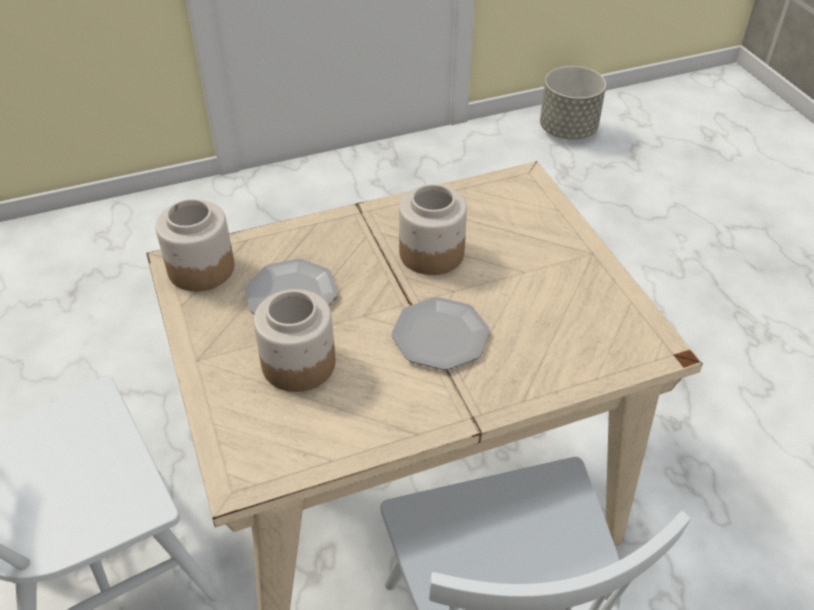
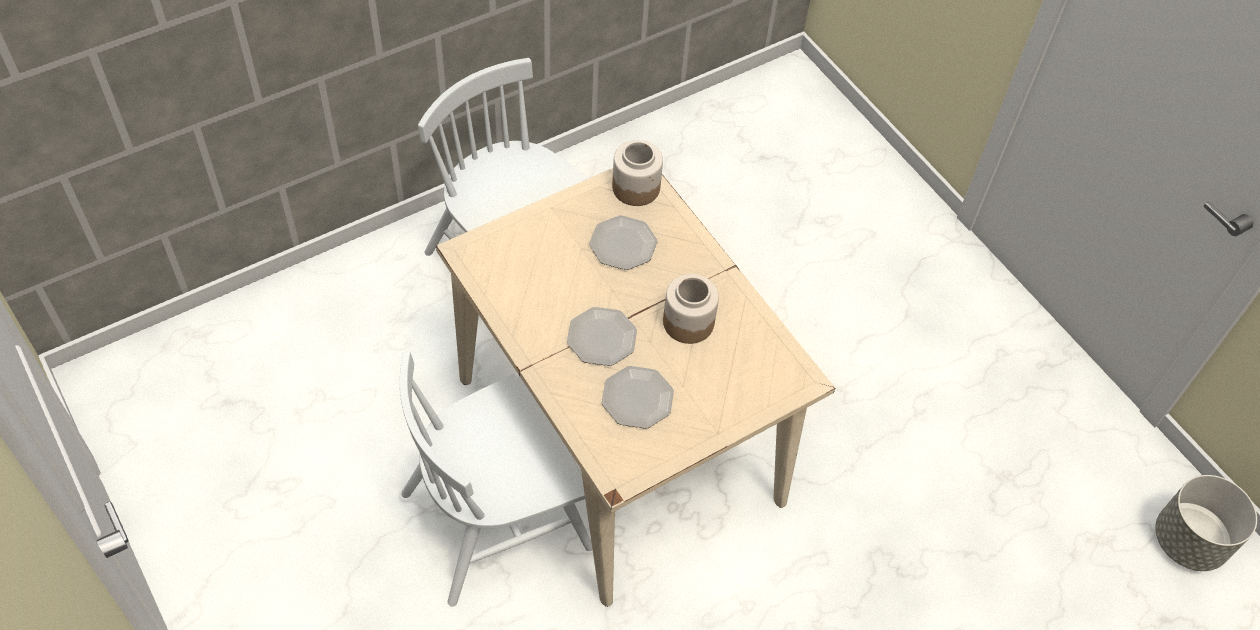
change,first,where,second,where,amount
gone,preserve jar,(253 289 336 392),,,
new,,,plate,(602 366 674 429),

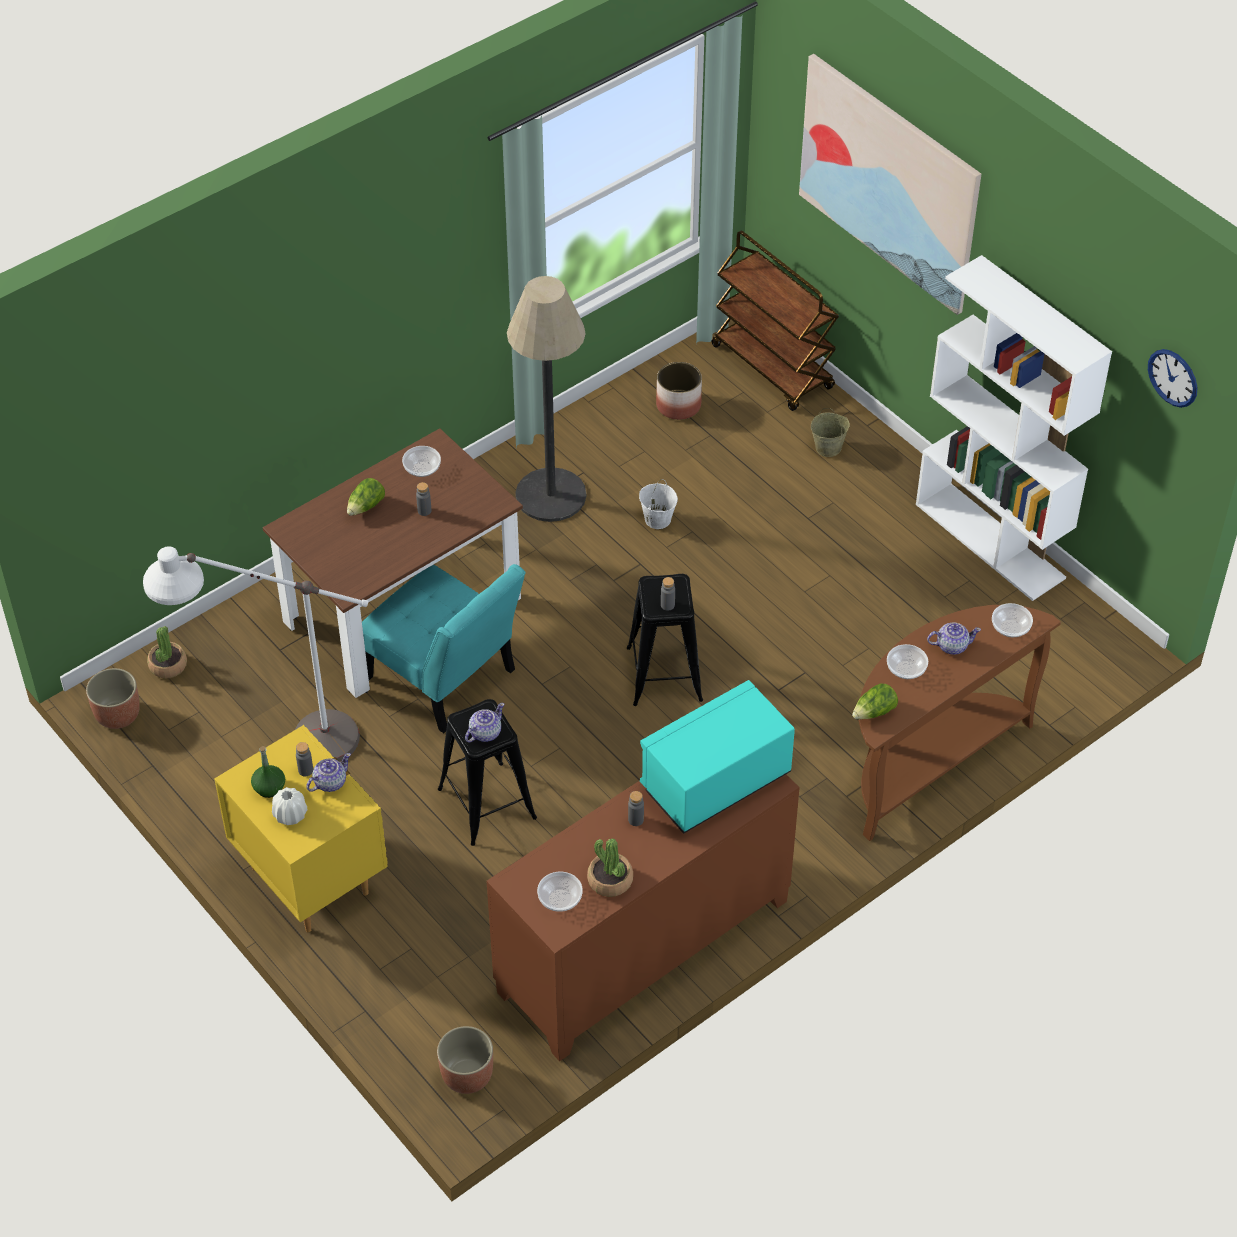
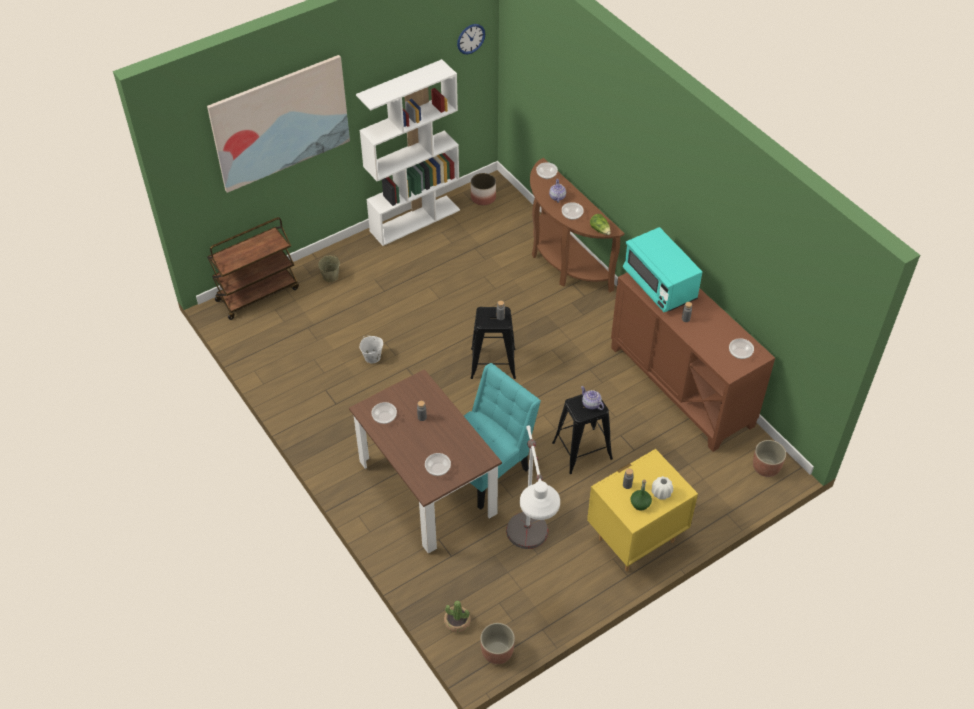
change,first,where,second,where,amount
gone,standard lamp,(507 276 586 522),,,
shifted,planter,(656 362 702 420),,(471 173 496 206),
gone,head of lettuce,(347 478 385 516),,,
gone,tea pot,(306 753 351 792),,,
gone,plant in a pot,(587 838 633 897),,,
new,,,serving bowl,(425 453 451 476),

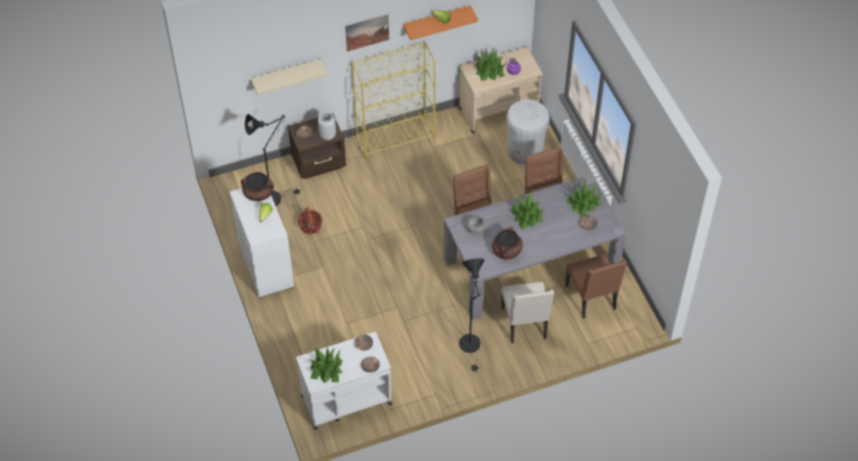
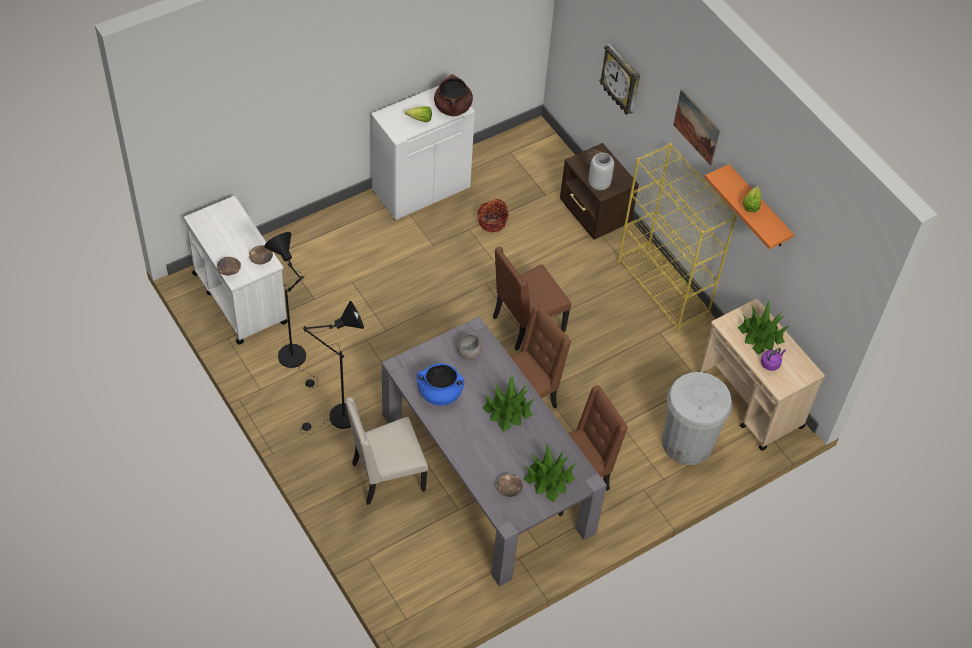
change,first,where,second,where,amount
swapped,bracket shelf in beige,(251 59 327 95),wall clock,(599 43 640 115),
shifted,standard lamp in black-coloured,(245 114 300 206),,(264 232 318 387),
repainted,cooking pot in brownish,(492 227 523 260),cooking pot in blue-coloured,(417 363 464 406),
shifted,upright chair in brownish,(565 254 627 319),,(493 247 571 351),
gone,plant in a pot,(309 347 343 383),,,

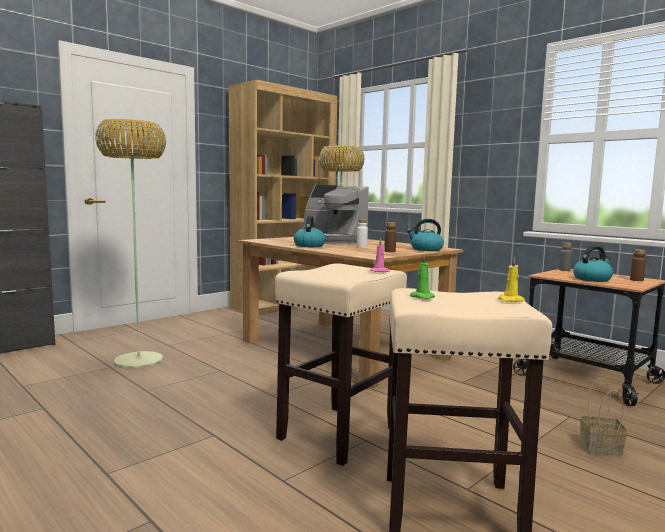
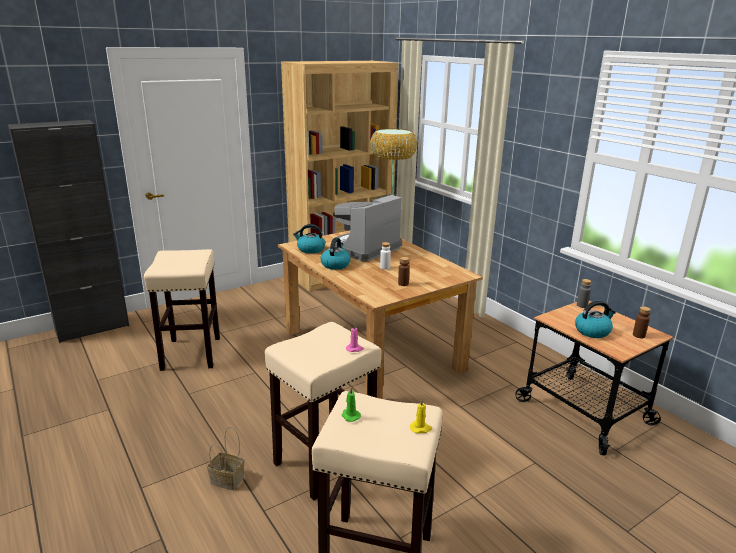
change,first,where,second,where,amount
swapped,standard lamp,(95 119 166 369),stool in beige,(144 249 220 371),
rotated,coffee maker,(303 185 369 244),,(333 194 402 261),90 degrees clockwise
shifted,tea kettle,(407 219 444 251),,(293 224 325 254),
shifted,basket,(580 378 627 456),,(207 426 244 490),

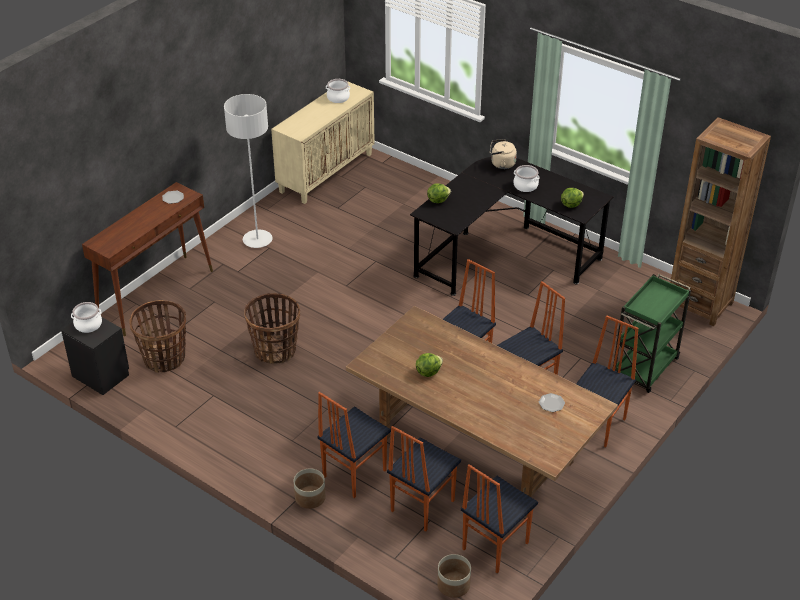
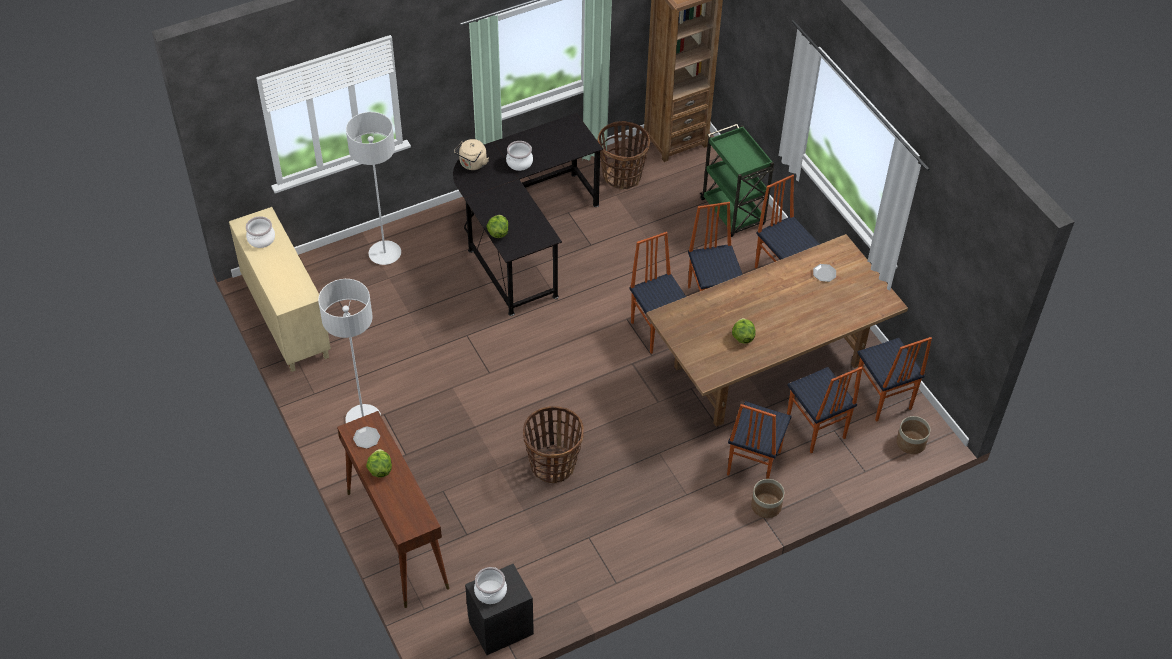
change,first,where,second,where,amount
shifted,head of lettuce,(561 188 584 208),,(366 449 392 478),
shifted,basket,(129 300 186 373),,(597 121 650 190),
rotated,upright chair,(317 392 391 498),,(727 401 791 479),45 degrees clockwise
new,,,standard lamp in gray,(346 112 401 265),

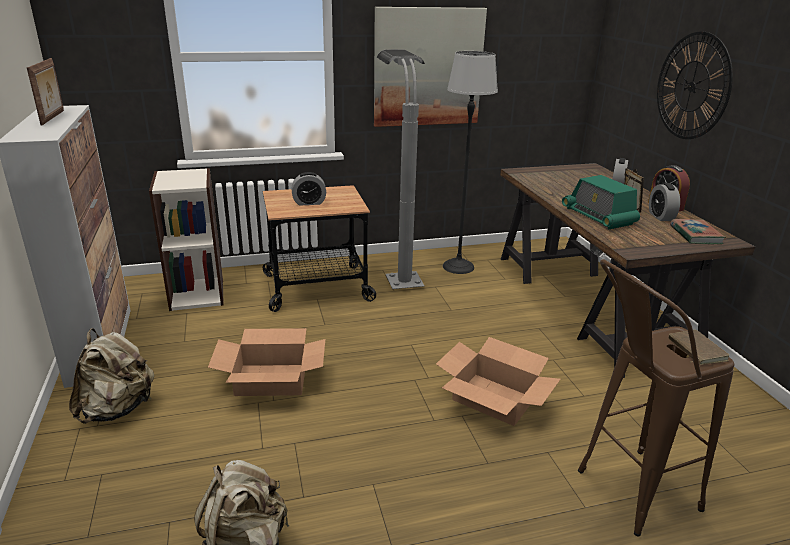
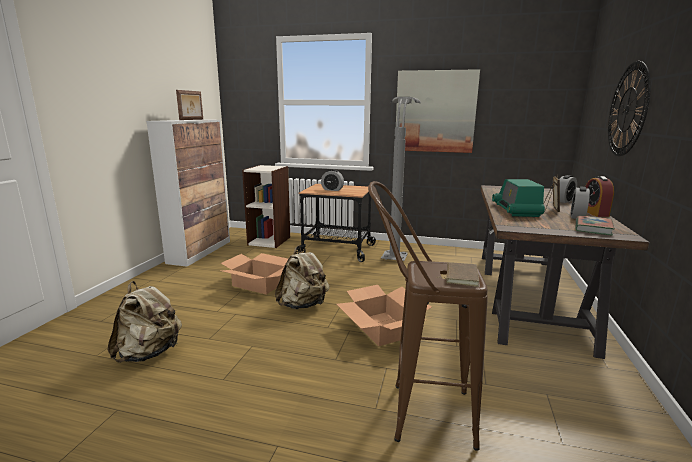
change,first,where,second,where,amount
gone,standard lamp,(443 51 498 274),,,
shifted,knapsack in beige,(69 328 154 424),,(275 246 330 309),

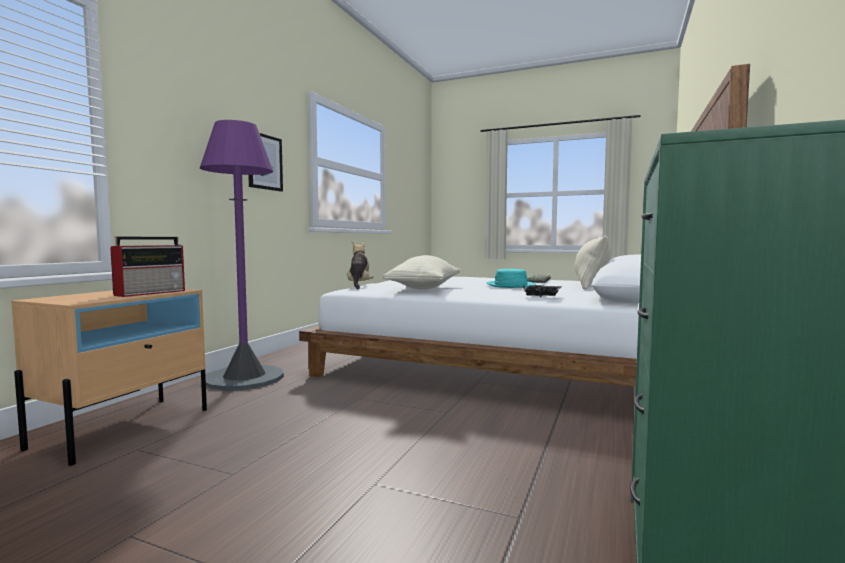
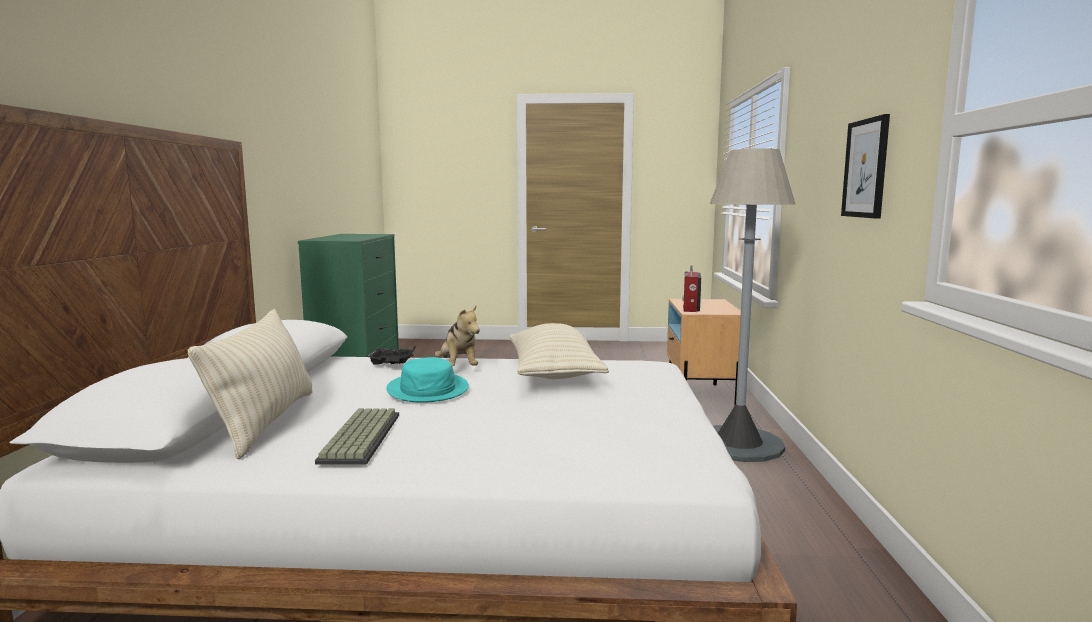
change,first,where,second,where,amount
repainted,standard lamp in purple,(200 120 284 391),standard lamp in gray,(710 149 795 462),
shifted,soft toy,(347 242 374 290),,(435 305 480 366),

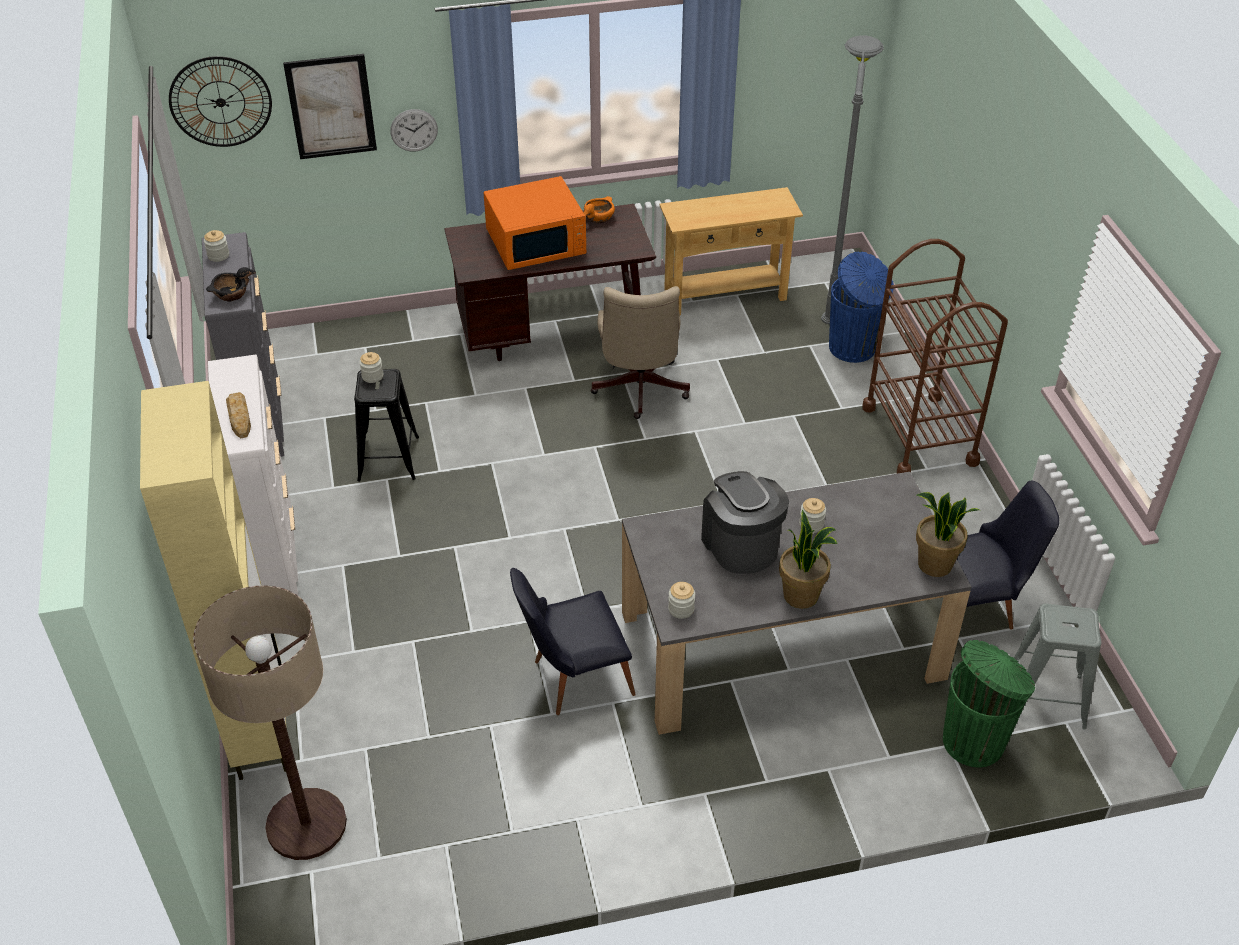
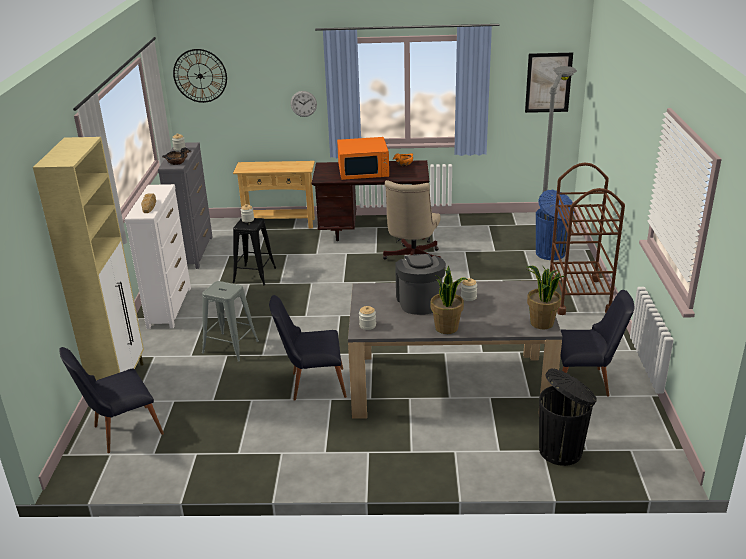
change,first,where,second,where,amount
shifted,picture,(283 54 377 159),,(525 53 573 113),
shifted,console table in beige,(659 187 803 315),,(233 161 315 229),
swapped,standard lamp,(193 585 347 860),upright chair in black-coloured,(59 347 164 453),
shifted,stool in gray,(1014 603 1101 730),,(202 281 259 362),
repainted,rubbish bin in green,(943 640 1035 767),rubbish bin in black-coloured,(539 368 597 466),

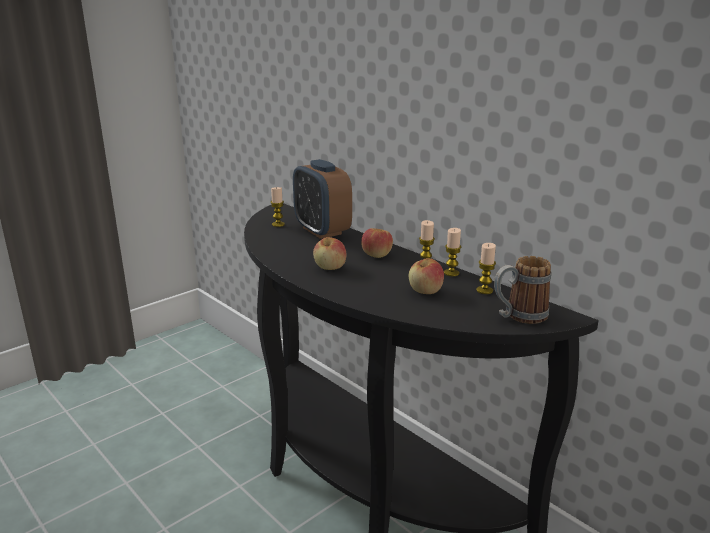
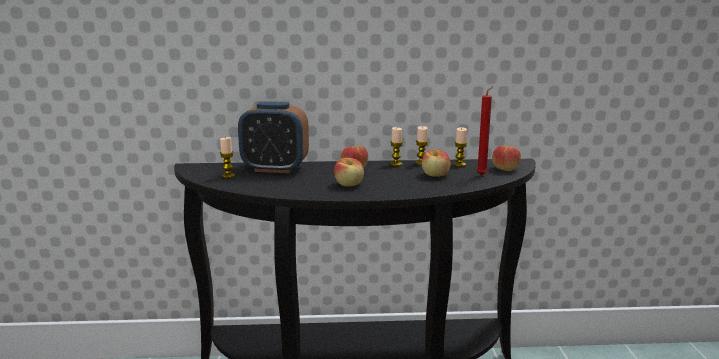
change,first,where,second,where,amount
swapped,tea mug,(494 256 551 324),apple,(492 146 521 171),
new,,,candle in red,(477 86 493 175),

